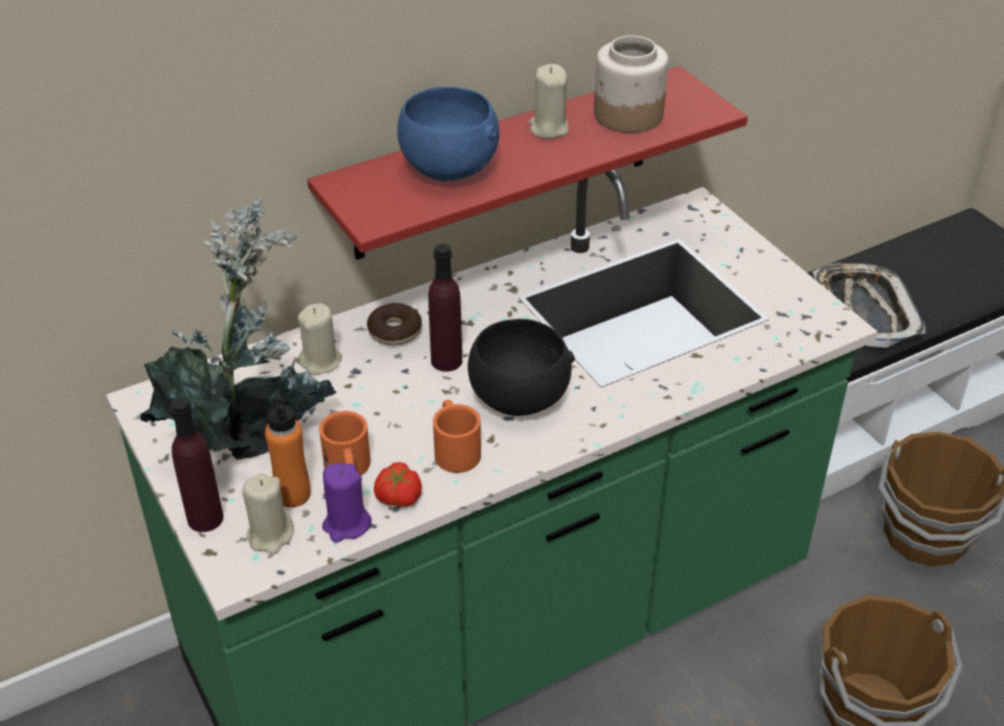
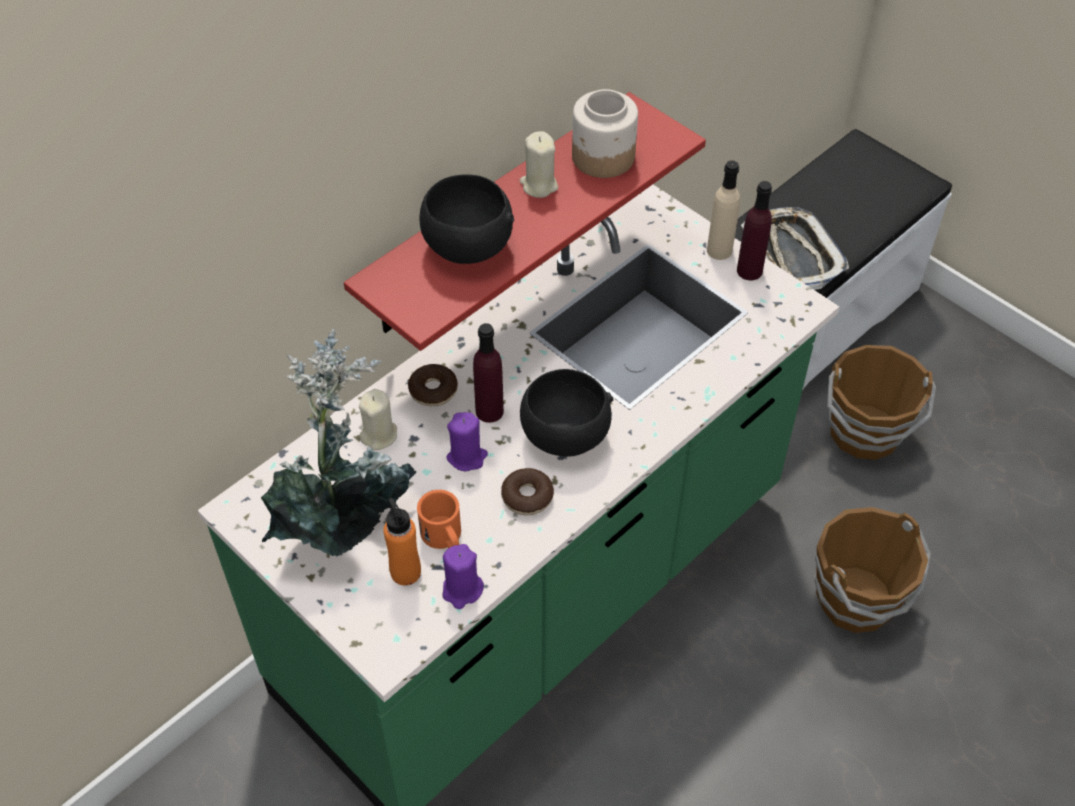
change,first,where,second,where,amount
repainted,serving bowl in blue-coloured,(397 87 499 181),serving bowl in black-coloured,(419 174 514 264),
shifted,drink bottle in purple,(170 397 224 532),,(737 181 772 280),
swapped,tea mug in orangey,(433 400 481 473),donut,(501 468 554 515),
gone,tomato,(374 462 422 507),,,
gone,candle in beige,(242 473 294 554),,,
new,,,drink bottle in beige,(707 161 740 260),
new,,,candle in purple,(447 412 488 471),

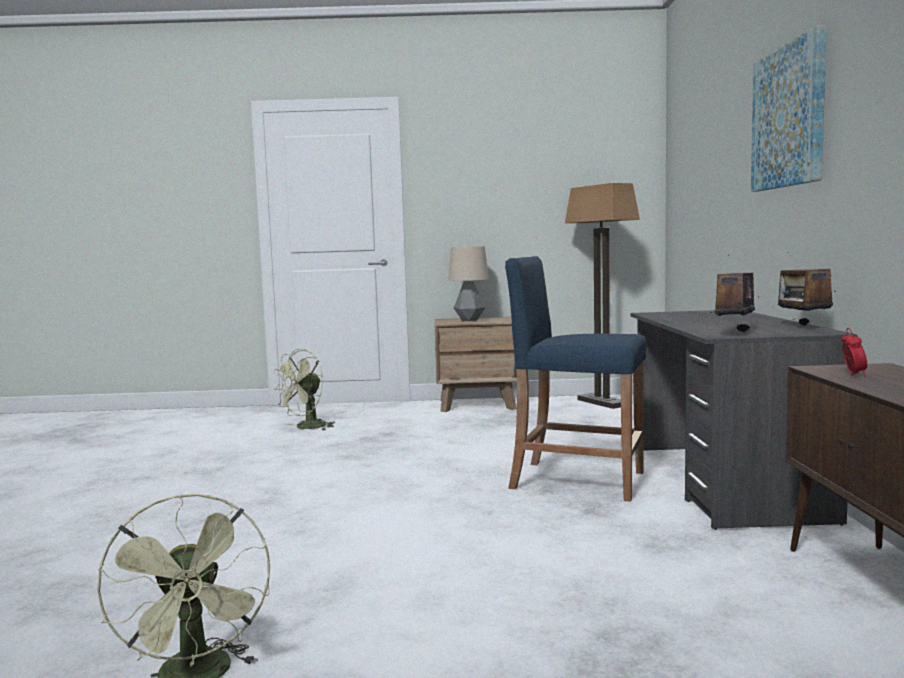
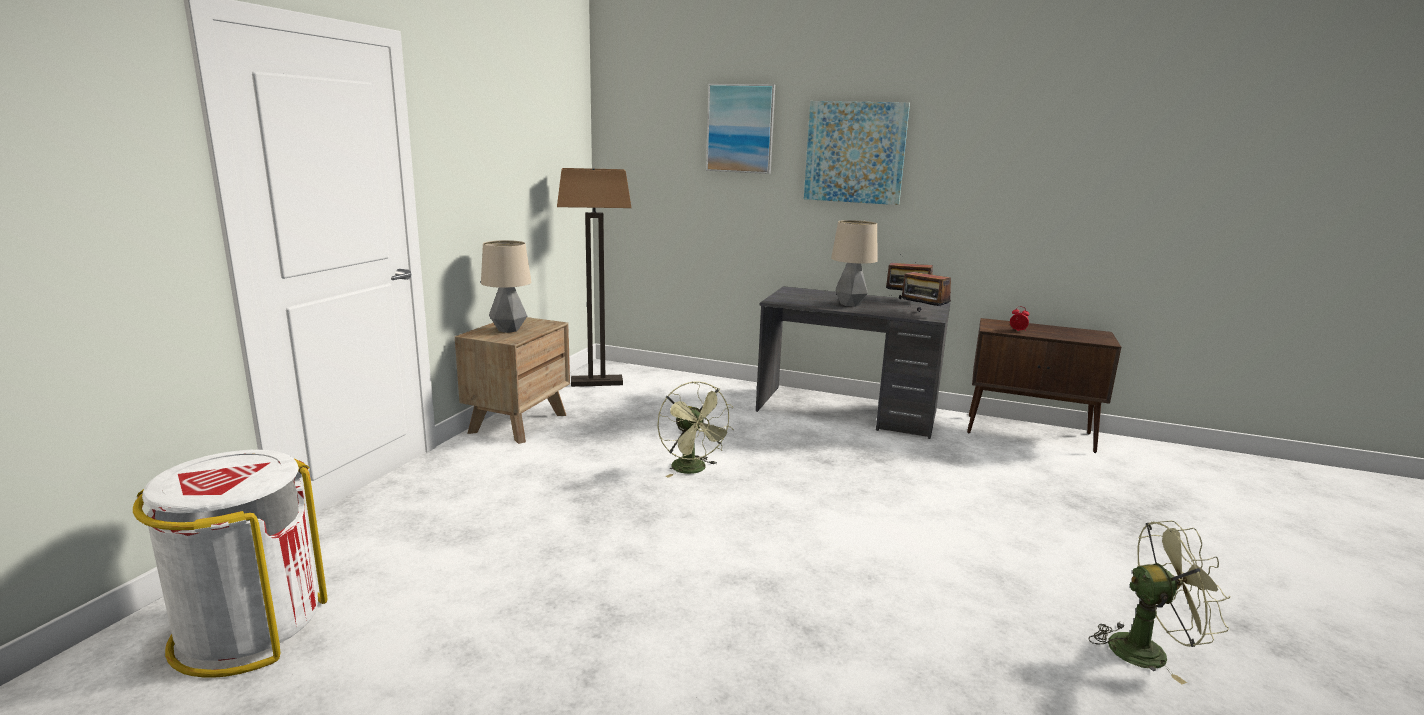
change,first,where,second,where,amount
gone,stool in blue-coloured,(505 256 646 502),,,
shifted,fan in green,(272 349 336 430),,(657 381 734 478),
new,,,picture,(706 84 775 174),
new,,,lamp for a table,(831 220 878 307),
new,,,rubbish bin in white,(133 450 327 678),

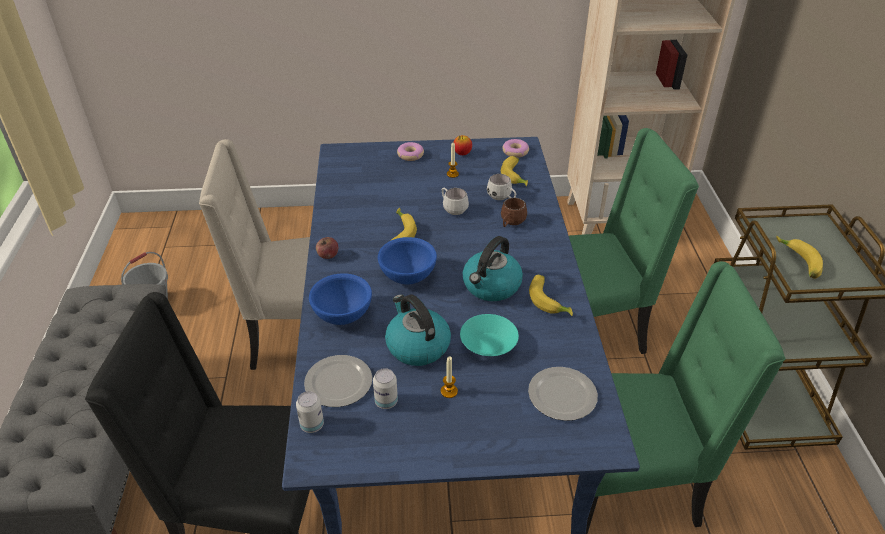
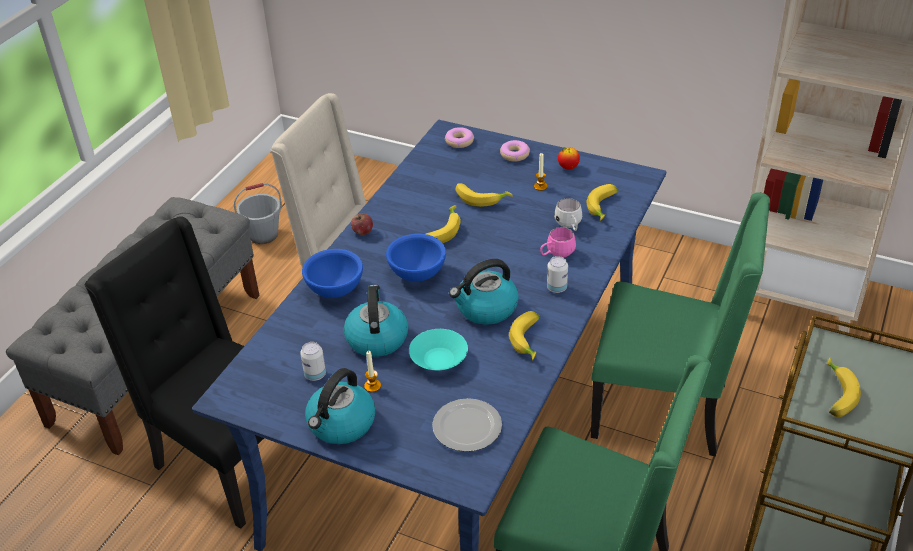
change,first,where,second,where,amount
shifted,donut,(502 139 529 158),,(445 127 474 148),
gone,tea mug in white,(442 188 469 215),,,
repainted,tea mug in brownish,(501 198 527 227),tea mug in pink,(540 227 576 258),
gone,plate,(304 355 372 407),,,
shifted,can,(296 391 324 433),,(547 256 568 293),
new,,,banana,(455 183 513 207),
new,,,tea kettle,(305 368 376 444),

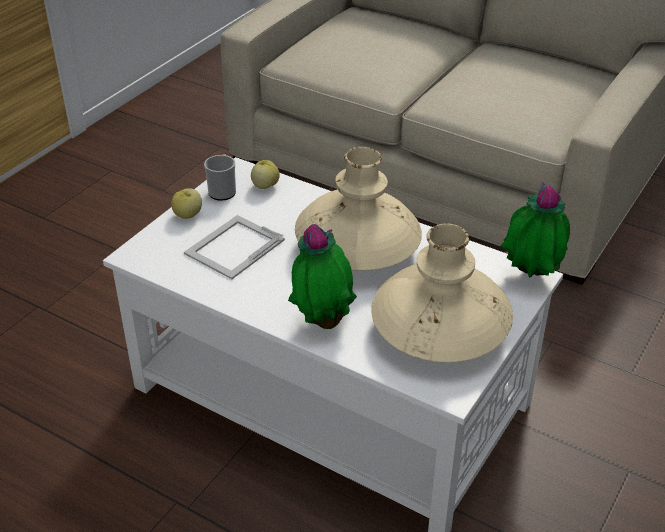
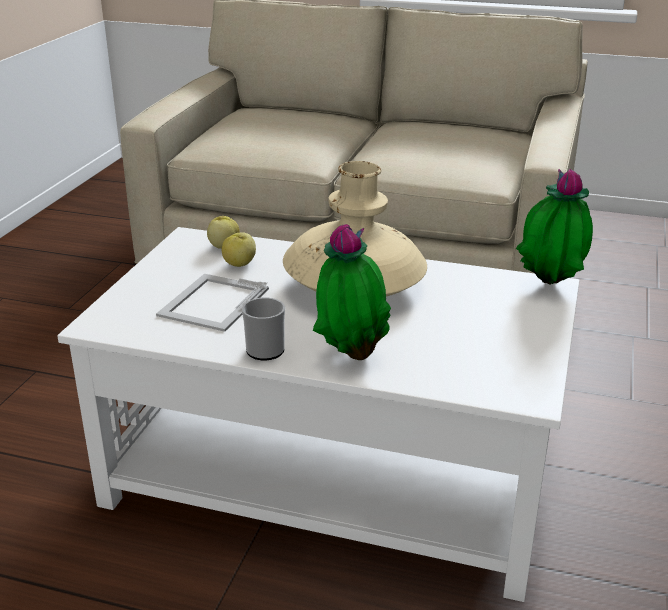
change,first,where,second,where,amount
shifted,tea mug,(204 154 236 201),,(242 297 285 360),
shifted,apple,(171 189 202 219),,(222 232 256 267),
gone,decorative vase in beige,(371 223 513 362),,,

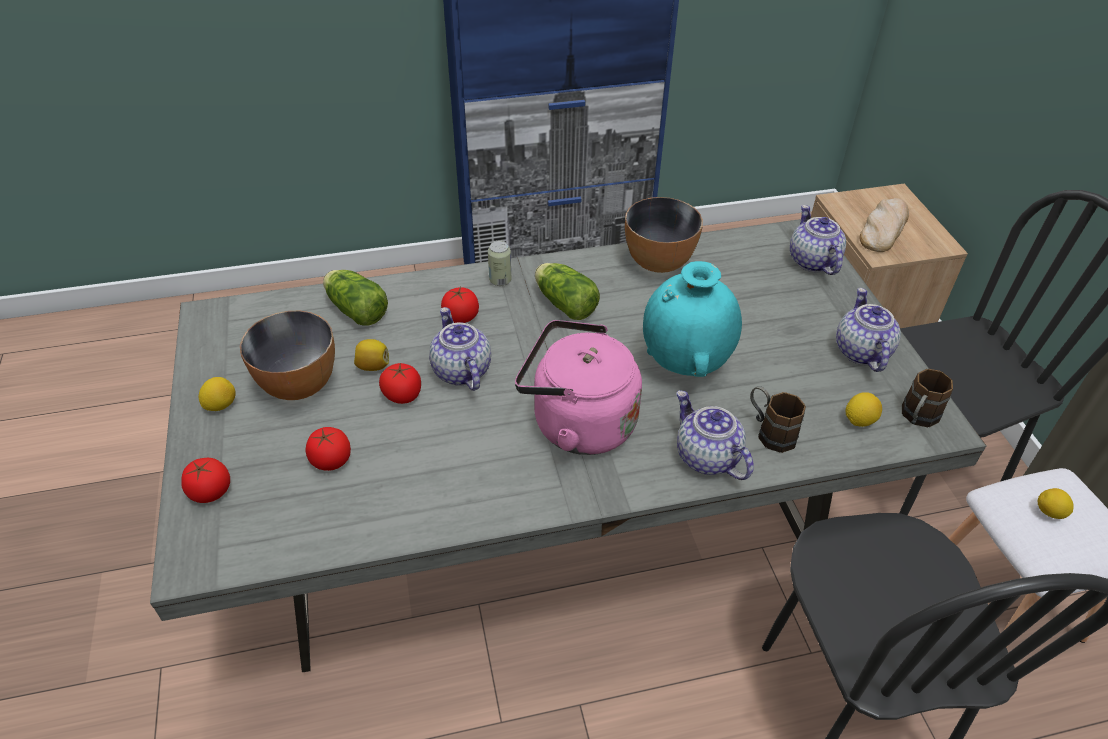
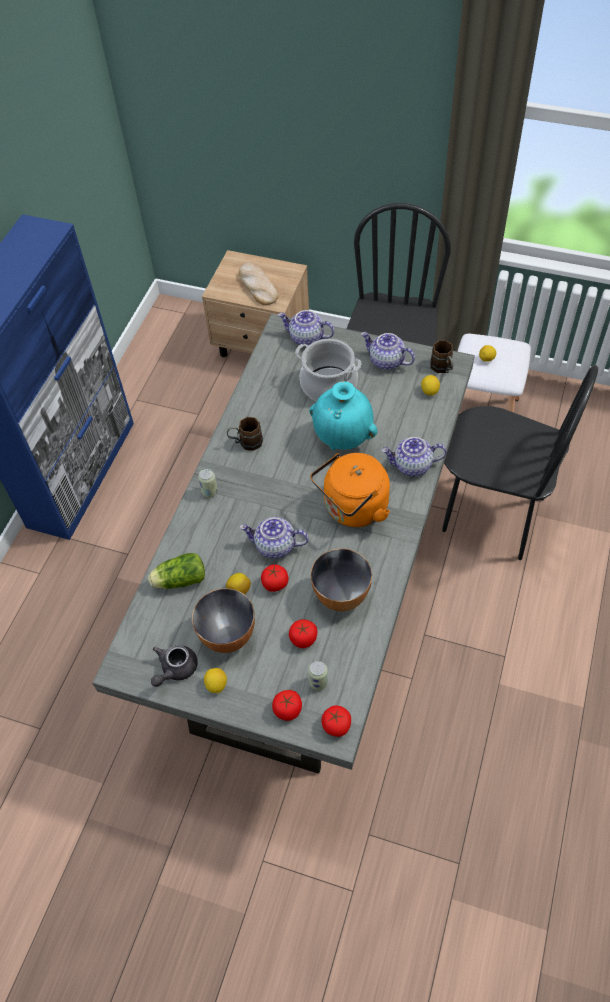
change,first,where,second,where,amount
shifted,serving bowl,(625 197 703 273),,(311 548 372 611),
gone,head of lettuce,(535 263 600 320),,,
shifted,tomato,(441 287 479 323),,(321 705 351 737),
repainted,tea kettle in pink,(515 320 642 455),tea kettle in orangey,(311 453 390 527),
shifted,tea mug in brownish,(750 386 806 453),,(227 417 263 451),
new,,,cooking pot,(295 339 362 401),
new,,,tea pot in gray,(151 645 198 687),
new,,,can,(308 661 328 690),

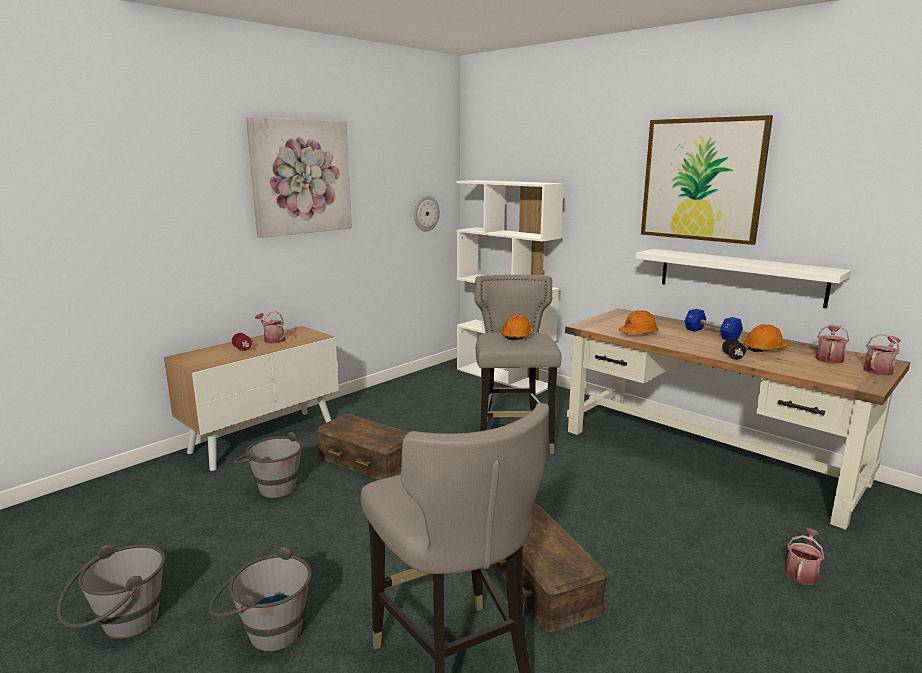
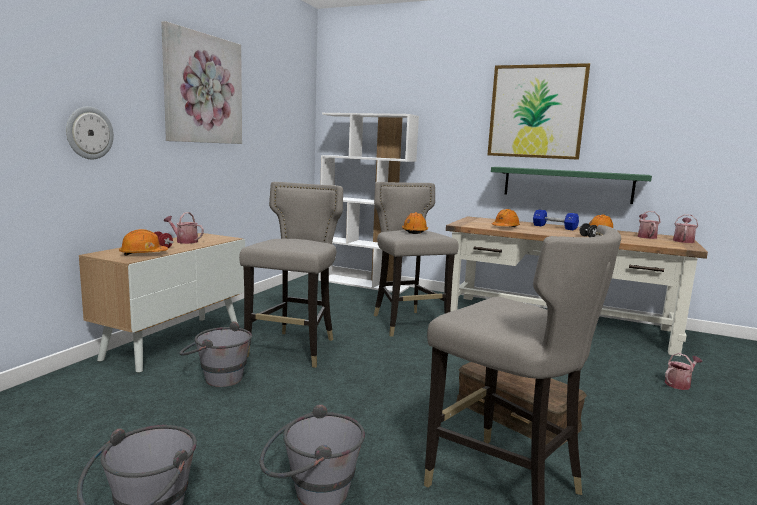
change,first,where,second,where,amount
shifted,wall clock,(414 195 440 231),,(66 106 114 159),
repainted,bracket shelf in white,(635 249 852 308),bracket shelf in green,(491 167 652 204),
swapped,storage bin in brownish,(316 414 409 480),stool in gray,(239 182 343 368),
rotated,sprinkling can,(785 528 824 585),,(665 353 702 390),45 degrees clockwise
new,,,safety helmet in orangey,(119 229 168 255),

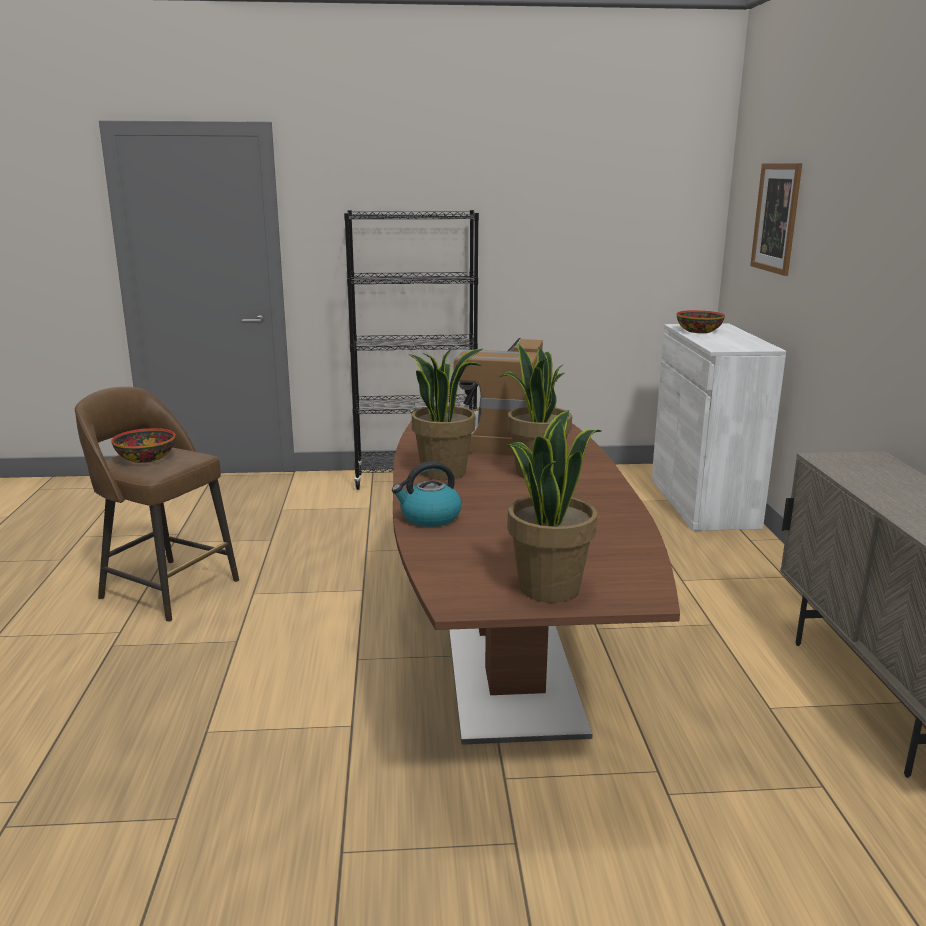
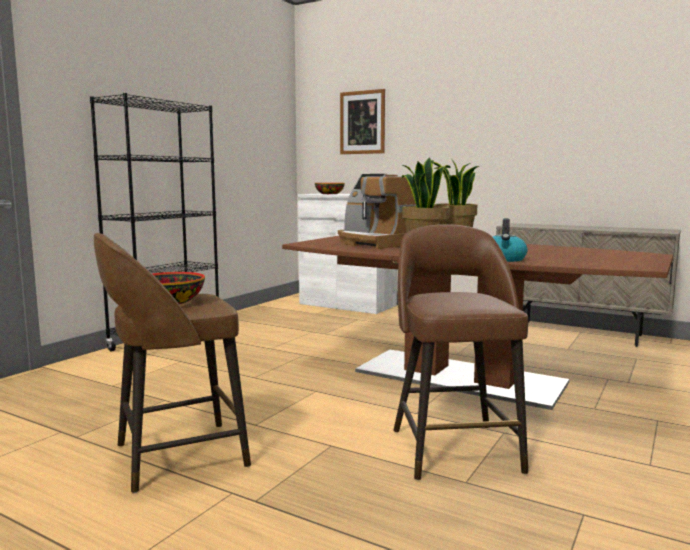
change,first,where,second,where,amount
gone,plant in a pot,(507 410 601 603),,,
new,,,stool in brownish,(393 224 528 480),

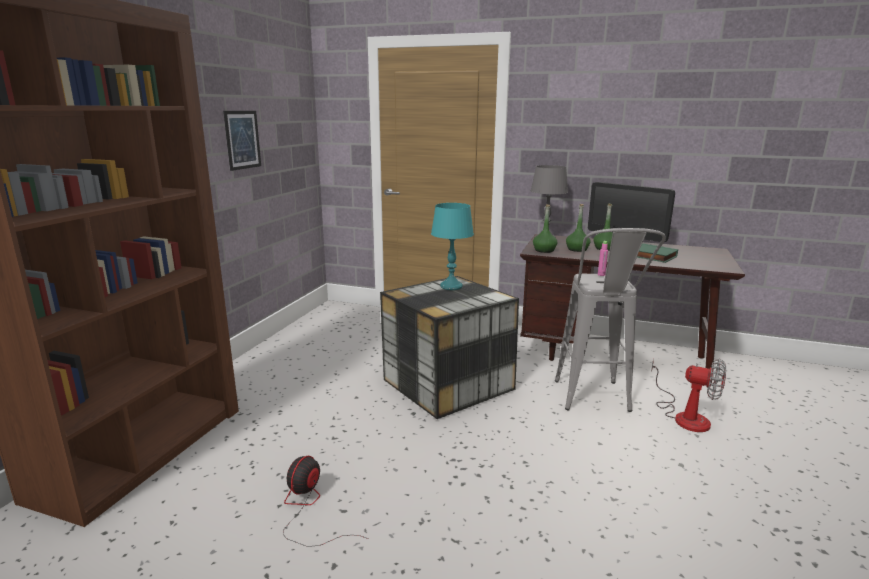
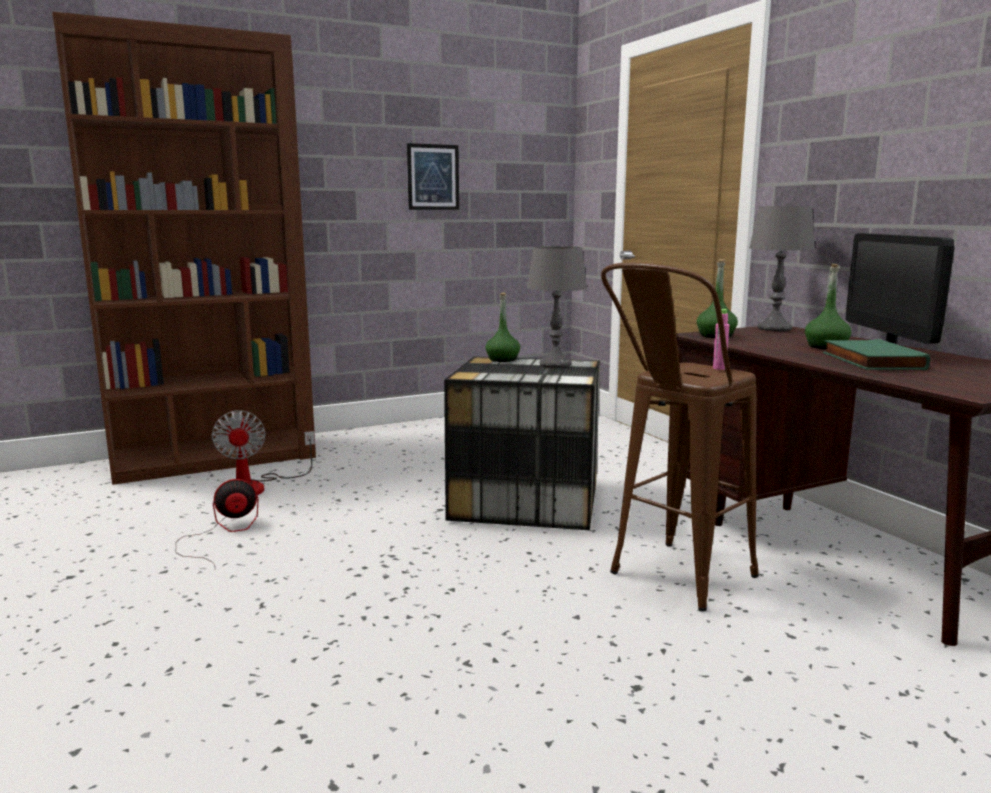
change,first,where,second,where,amount
repainted,lamp for a table in turquoise-coloured,(431 203 474 290),lamp for a table in gray,(527 246 587 368),
shifted,drink bottle in green,(566 204 591 252),,(485 293 520 362),
repainted,stool in gray,(555 228 666 412),stool in brownish,(601 263 759 611),
shifted,fan,(651 359 726 432),,(212 410 315 495),

